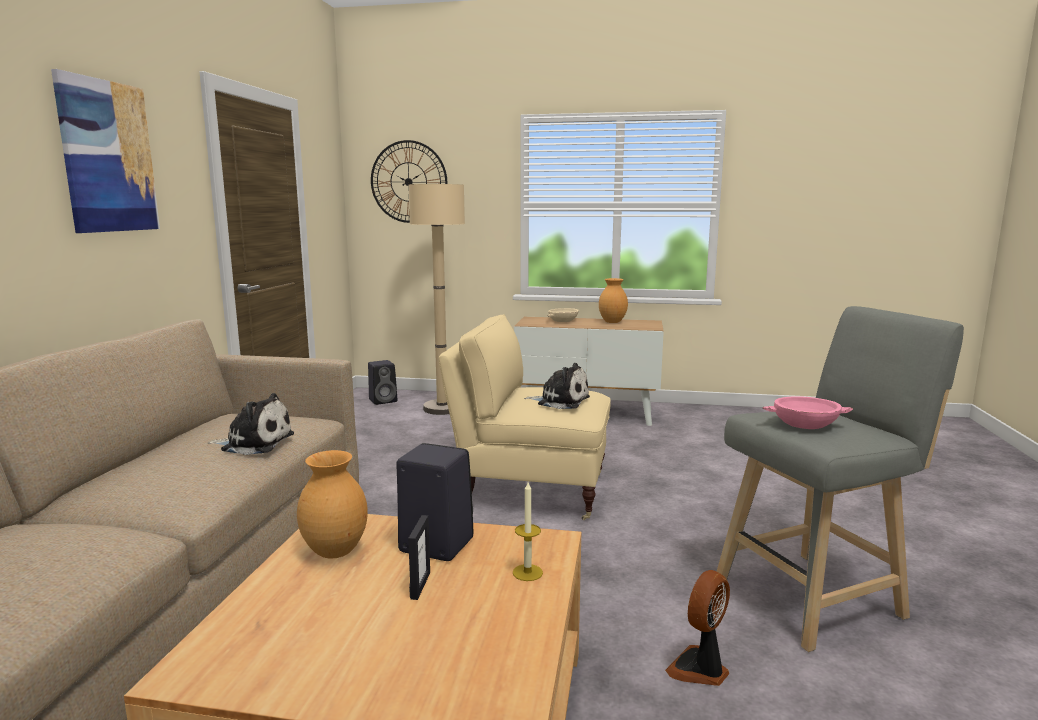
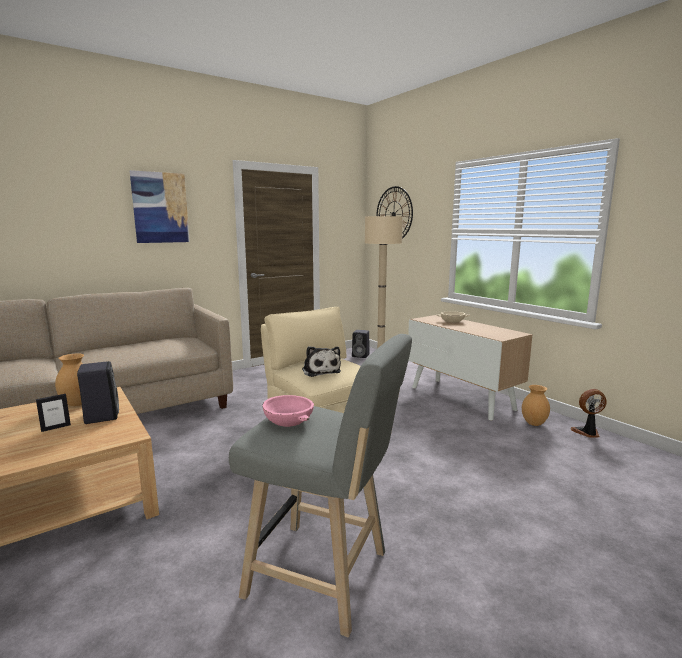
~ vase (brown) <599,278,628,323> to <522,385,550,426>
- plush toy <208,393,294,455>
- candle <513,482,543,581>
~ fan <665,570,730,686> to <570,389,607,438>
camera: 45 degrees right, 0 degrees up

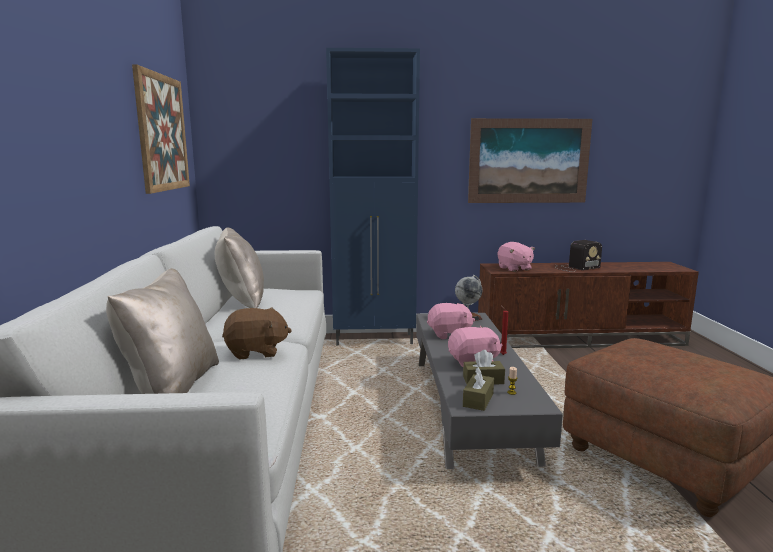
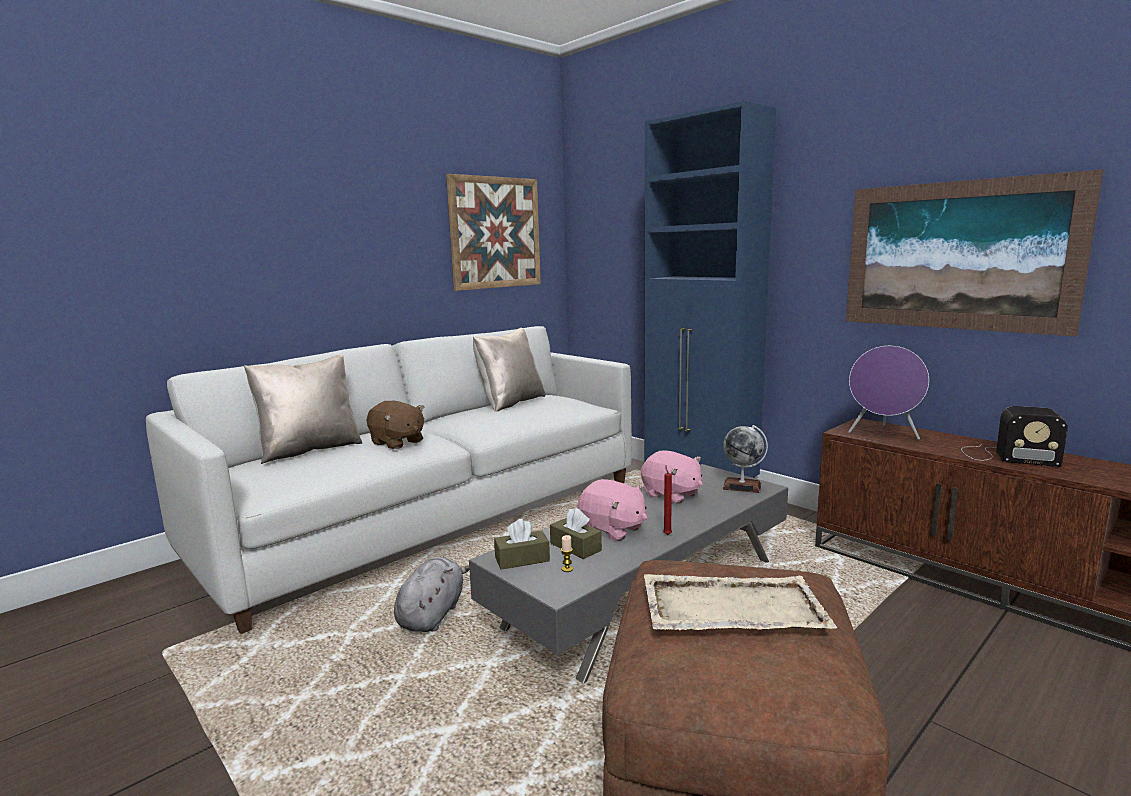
~ plush toy (pink) <498,242,535,272> to speaker (purple) <848,346,929,440>
+ plush toy (grey) <394,557,469,632>
+ tray (beige) <644,574,837,630>
camera: 50 degrees right, 0 degrees up

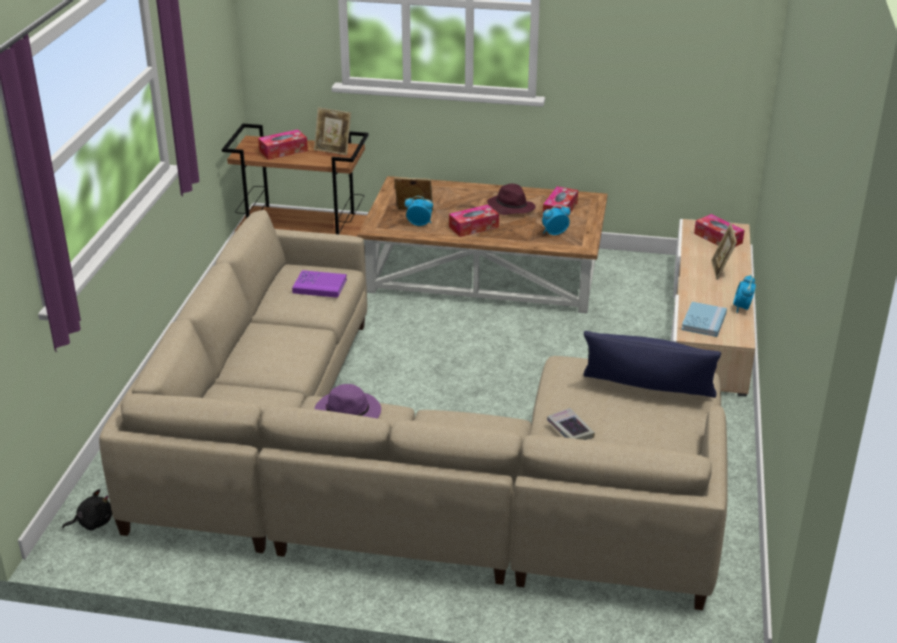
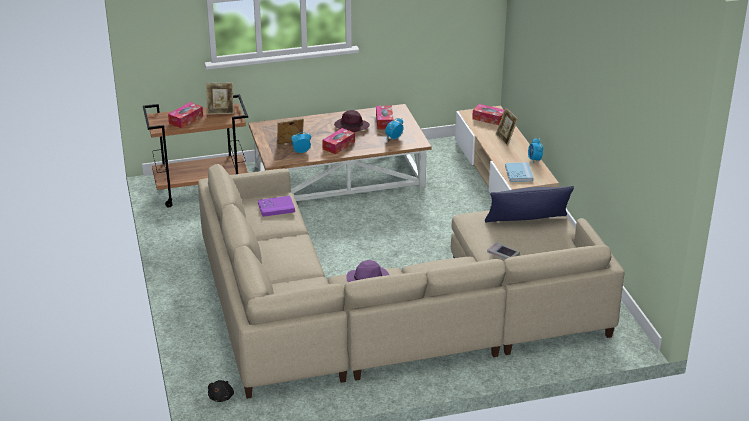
~ plush toy (black) <62,489,112,531> = <208,380,234,402> 150 degrees clockwise
camera: 25 degrees left, 0 degrees up

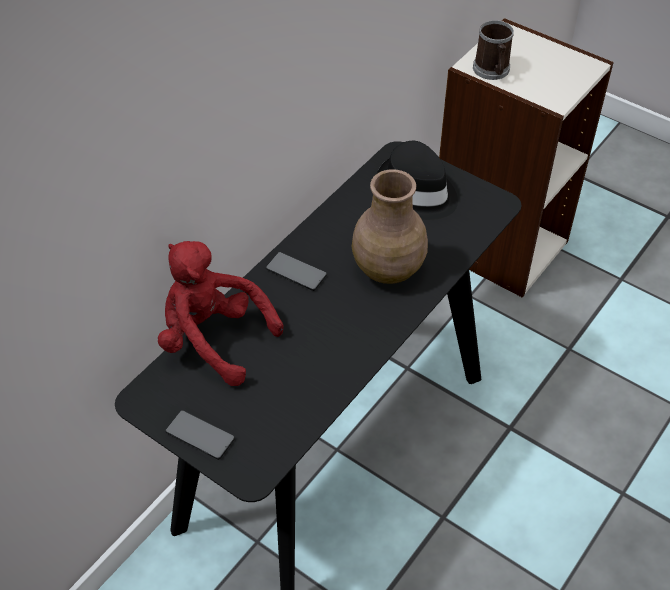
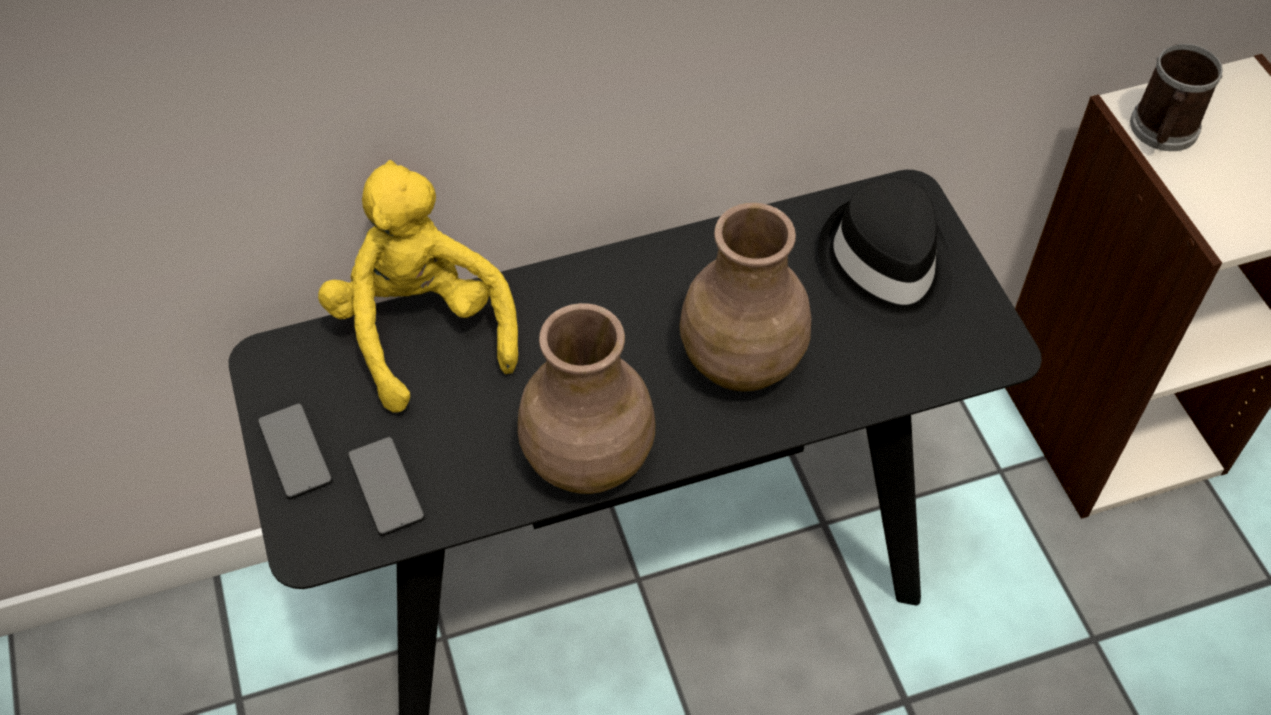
~ plush toy (red) <158,241,283,386> to plush toy (yellow) <318,160,518,413>
~ phone <266,252,327,291> to <348,437,425,536>
+ vase (brown) <518,303,655,494>
camera: 35 degrees right, 5 degrees up

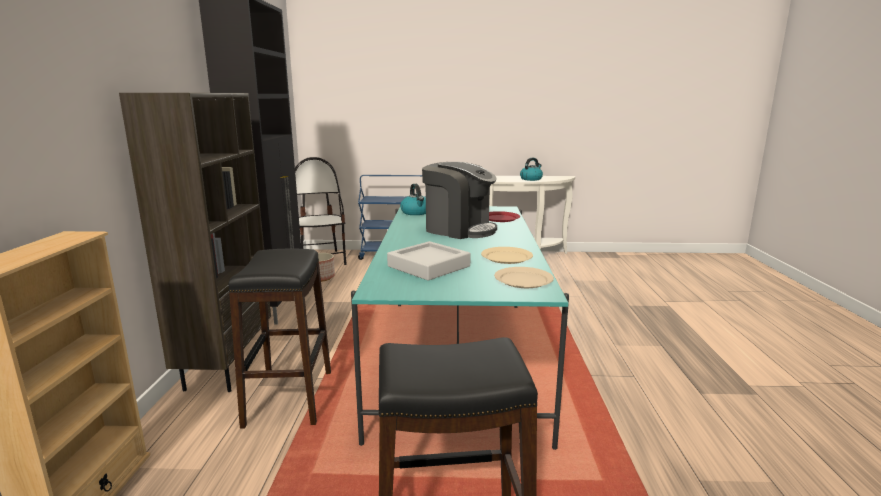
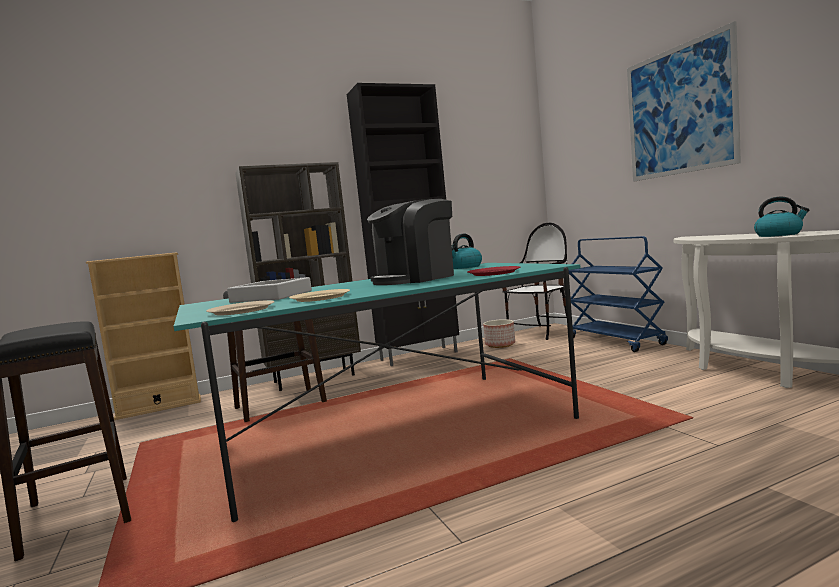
~ coffee machine <422,162,497,239> = <367,199,454,285> 45 degrees clockwise
+ picture <627,21,741,182>
camera: 65 degrees right, 10 degrees down

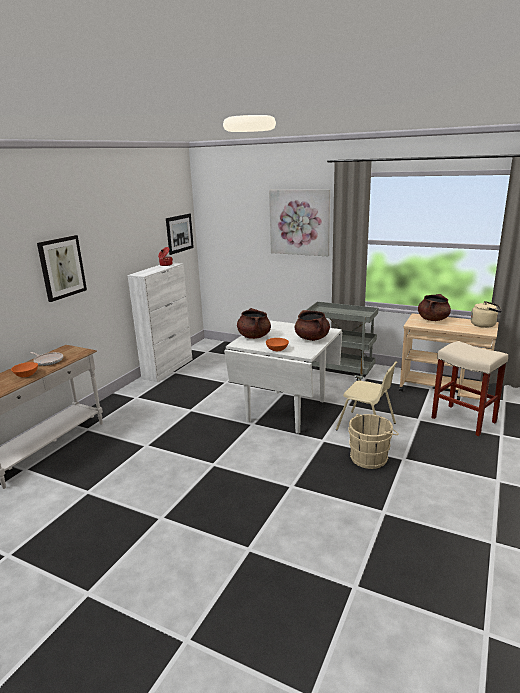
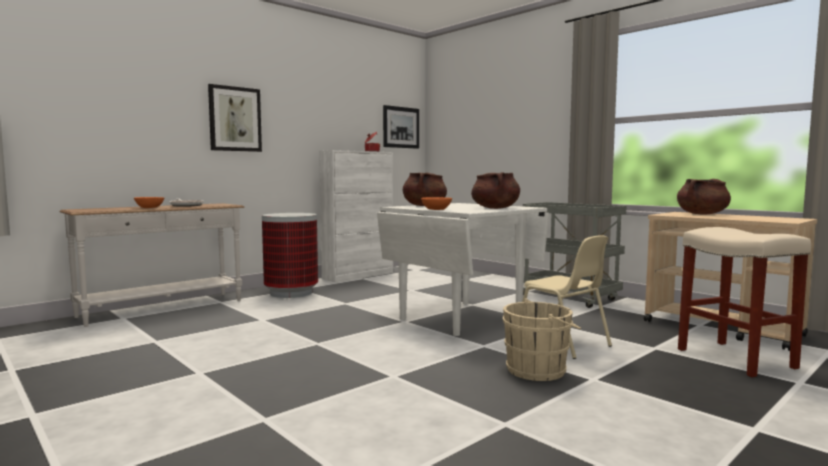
- picture <269,190,330,256>
- kettle (beige) <471,301,502,328>
+ trash can <262,213,318,298>
camera: 20 degrees right, 15 degrees down

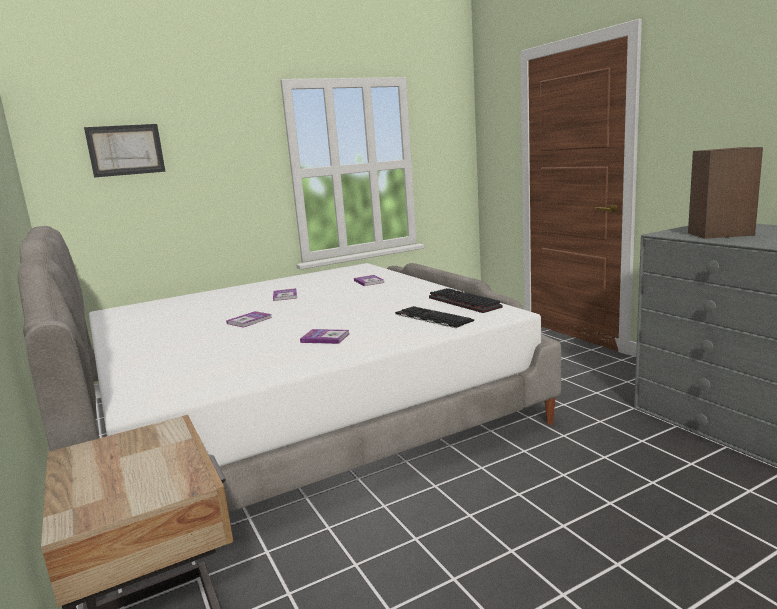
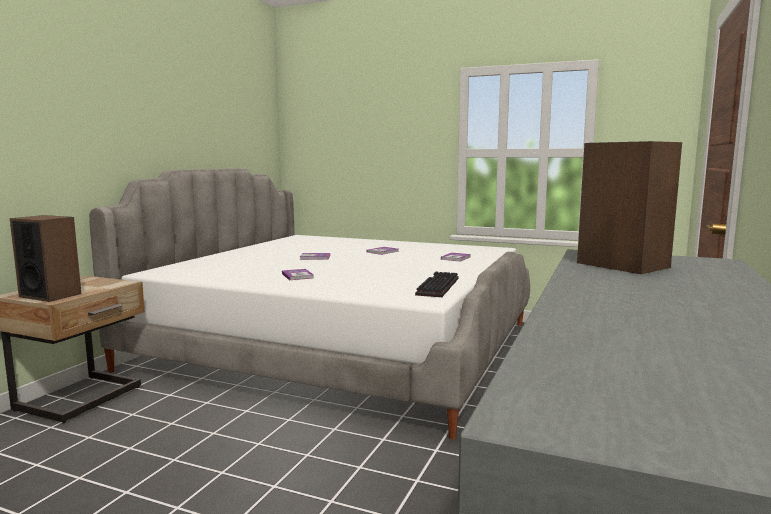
- picture <84,124,165,177>
- keyboard <395,306,474,328>
+ speaker <10,215,82,302>
camera: 50 degrees right, 5 degrees down

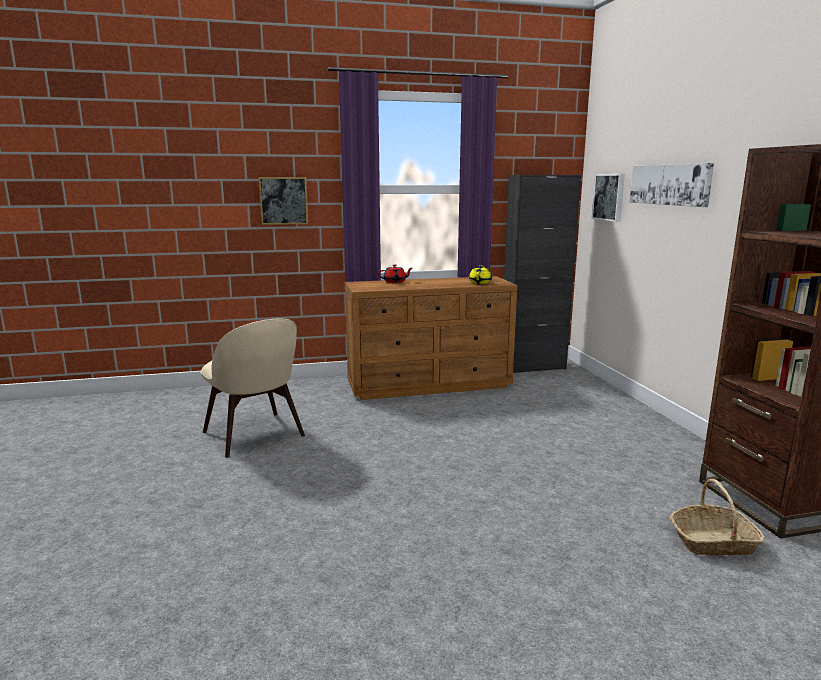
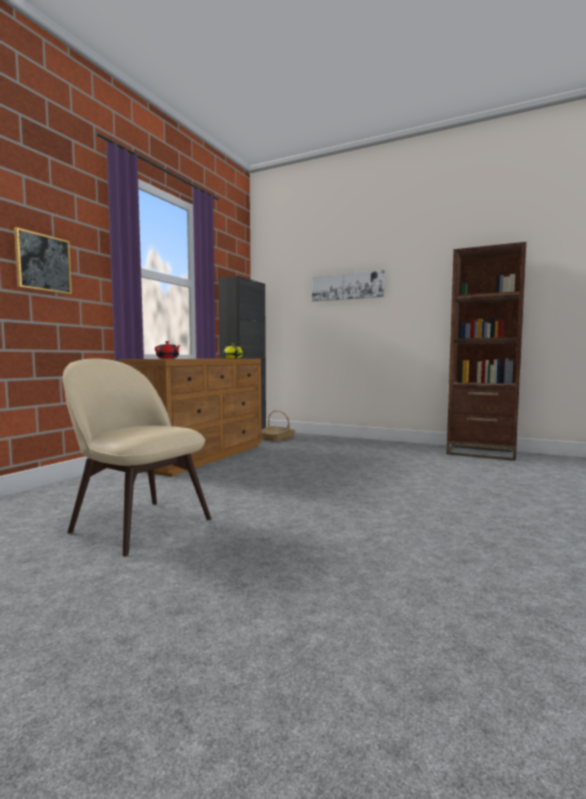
- picture <592,174,625,222>
~ chair (beige) <200,319,305,458> = <63,359,211,556> 150 degrees counterclockwise
~ basket <670,479,765,556> to <261,410,296,441>
camera: 50 degrees left, 10 degrees down

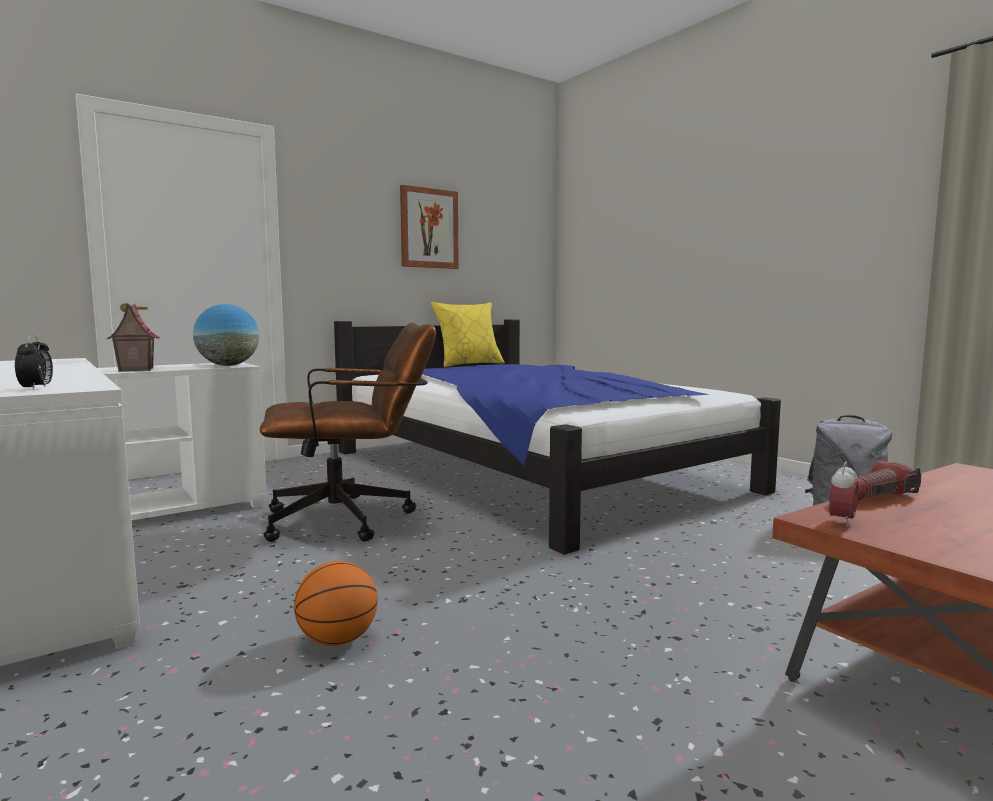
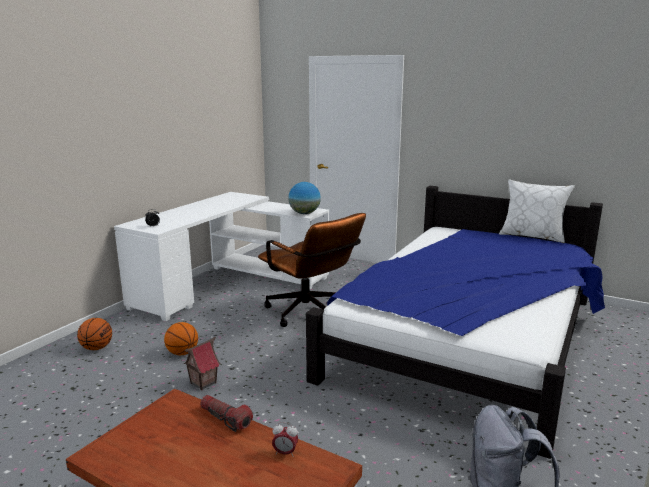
- picture <400,185,459,269>
~ pillow (yellow) <431,302,505,367> to pillow (white) <499,180,575,243>
~ toy house <106,303,160,372> to <183,337,221,390>
~ alarm clock <829,461,858,527> to <272,422,298,457>
+ basketball <77,318,112,350>
camera: 65 degrees right, 10 degrees up

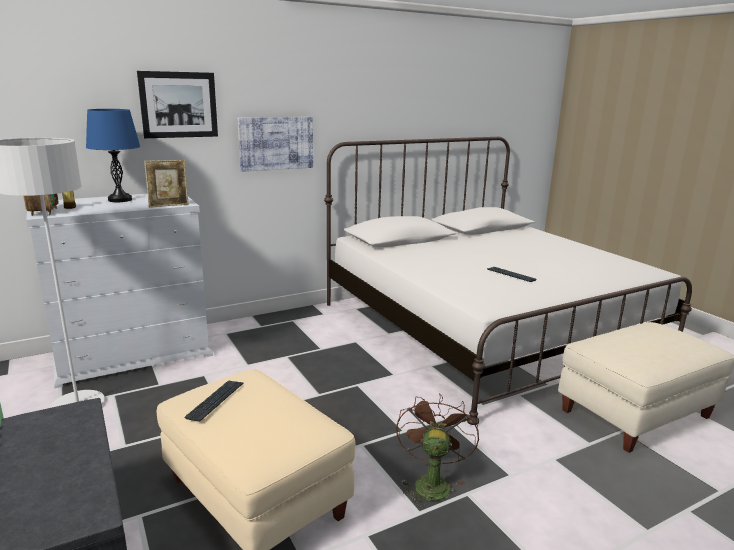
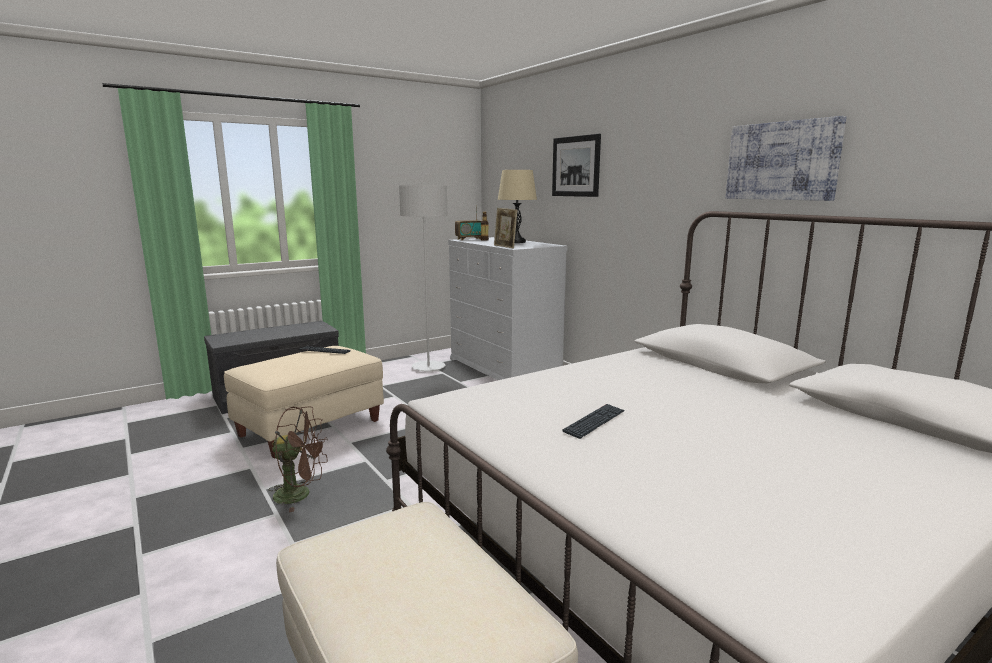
~ table lamp (blue) <86,109,140,202> to table lamp (beige) <498,170,537,243>
~ picture <238,117,313,172> to <726,116,847,201>
camera: 85 degrees right, 5 degrees down

